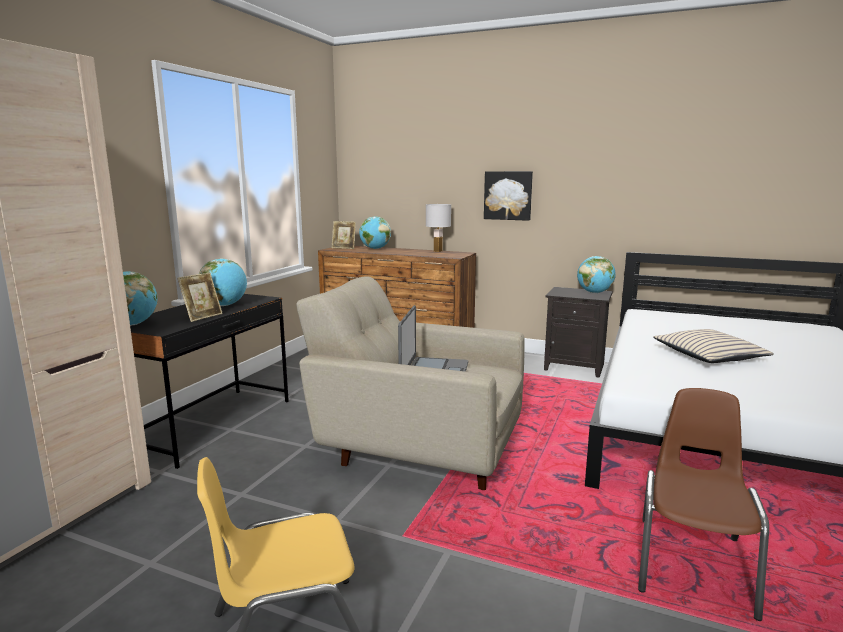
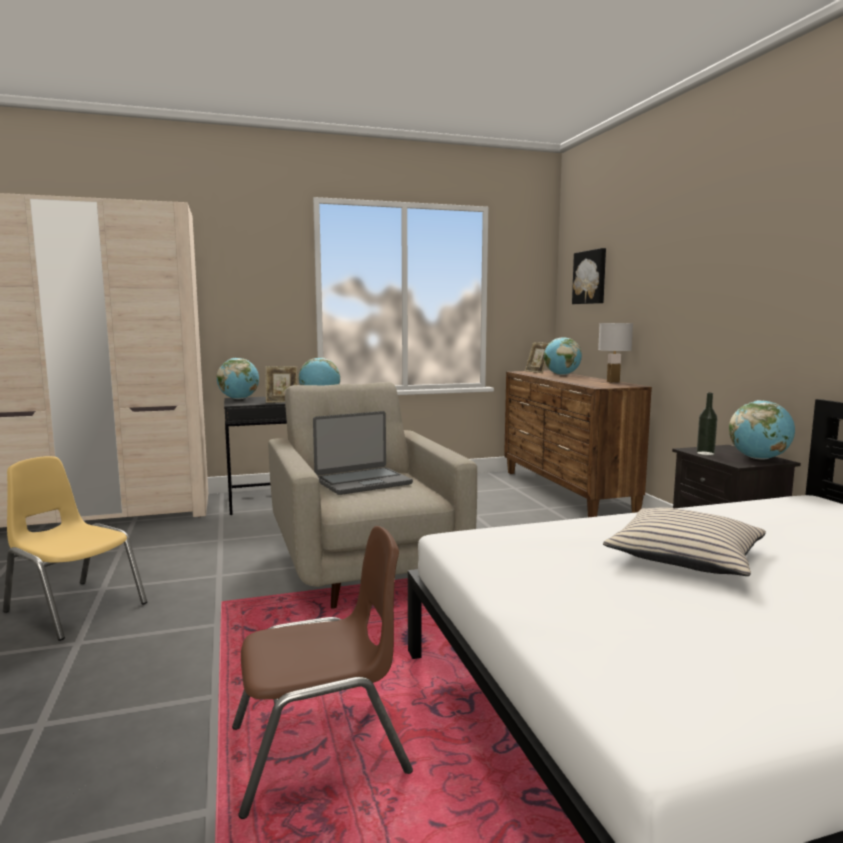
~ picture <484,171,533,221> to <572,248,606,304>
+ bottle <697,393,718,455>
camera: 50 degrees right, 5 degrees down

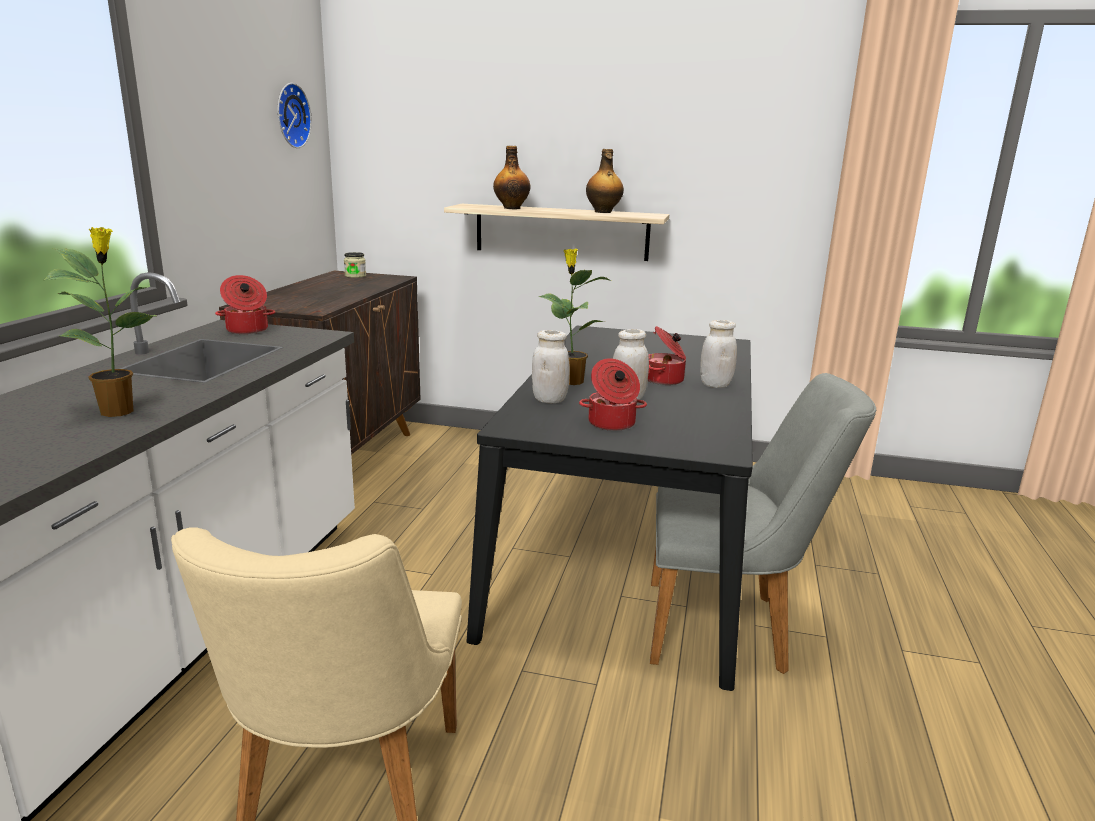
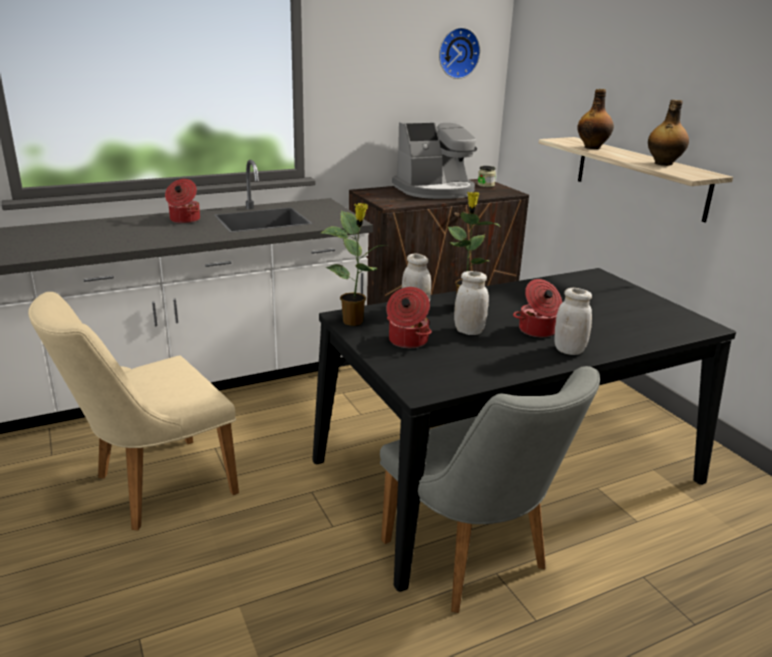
~ potted plant <44,227,157,417> to <321,203,389,326>
~ cooking pot <215,275,276,334> to <165,179,200,224>
+ coffee machine <392,121,477,199>
camera: 50 degrees right, 5 degrees up

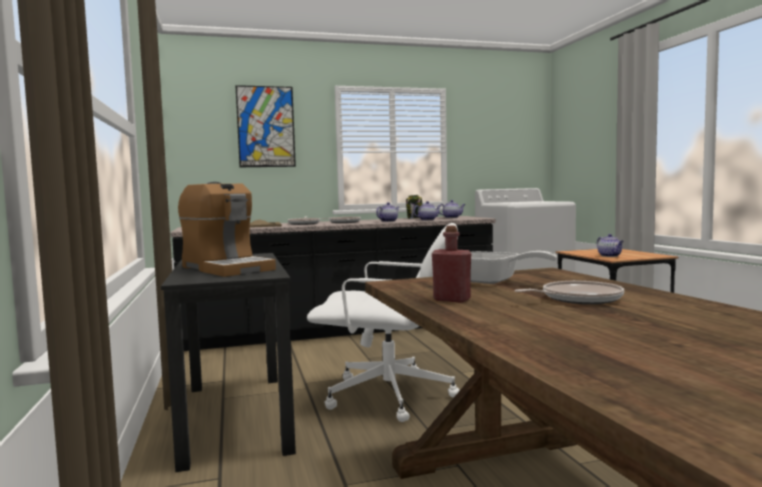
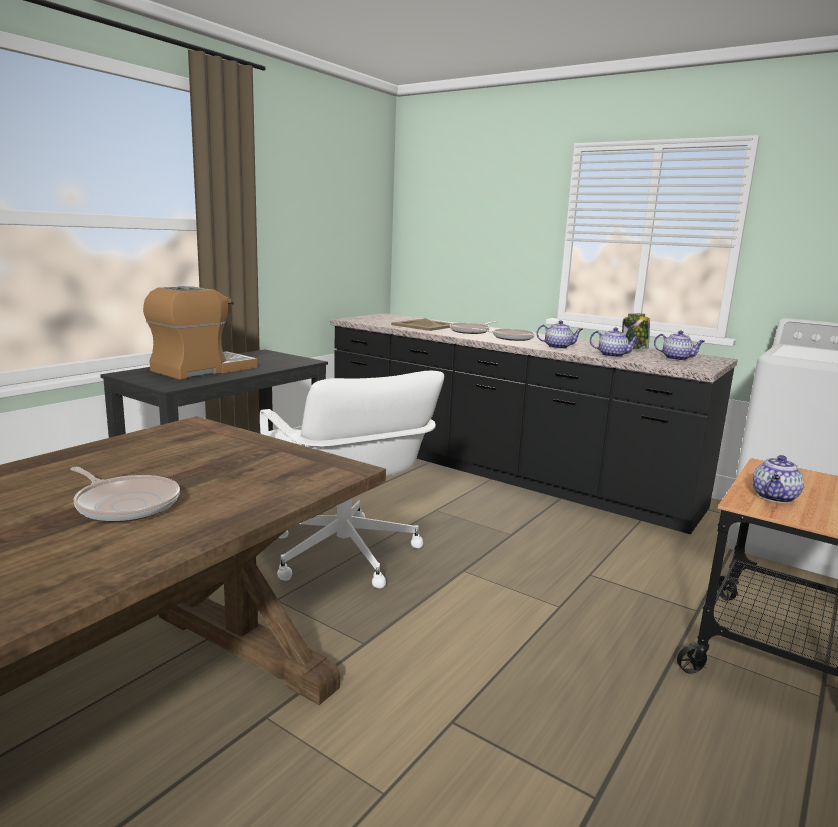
- picture <235,85,296,167>
~ coffee machine <178,182,276,277> = <143,286,258,380> 150 degrees counterclockwise
- bottle (red) <432,226,471,303>
- frying pan <470,251,557,284>
camera: 50 degrees right, 10 degrees up

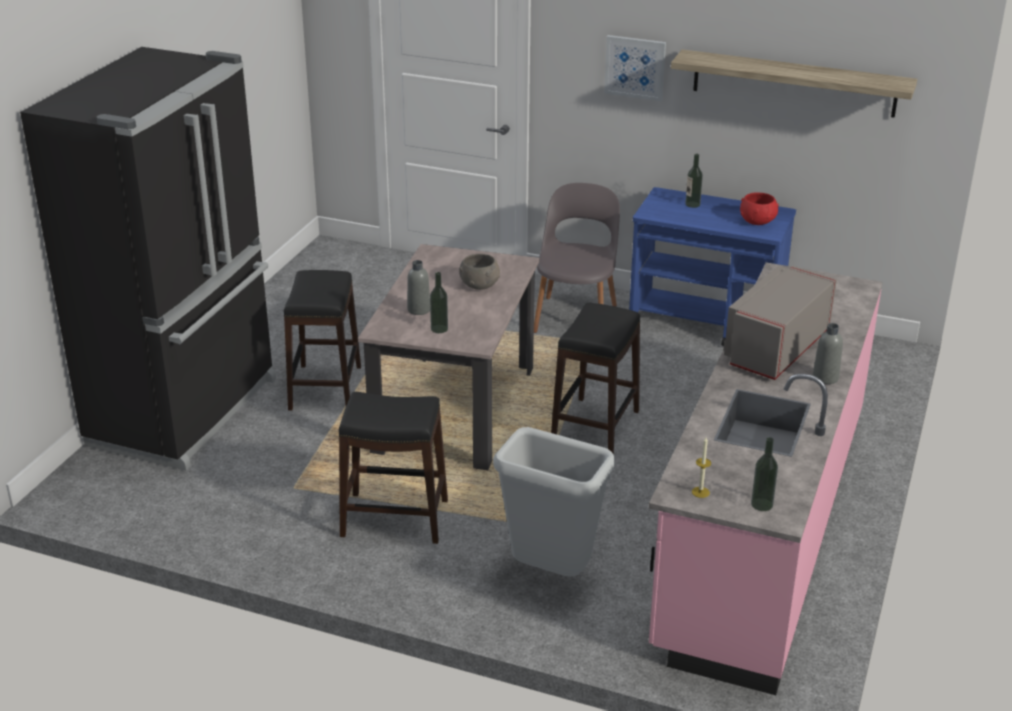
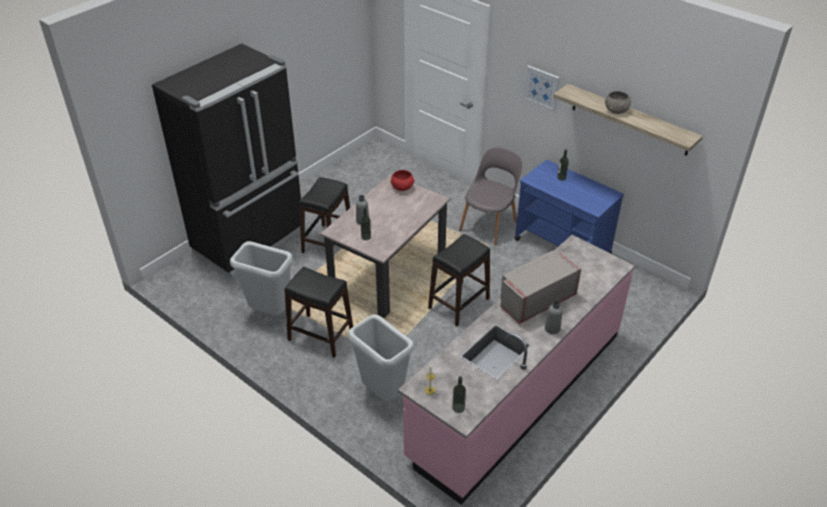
~ bowl (red) <740,192,779,225> to <390,170,415,191>
~ bowl (grey) <459,254,500,290> to <605,91,631,114>
+ trash can (grey) <230,241,293,315>
camera: 20 degrees right, 10 degrees up

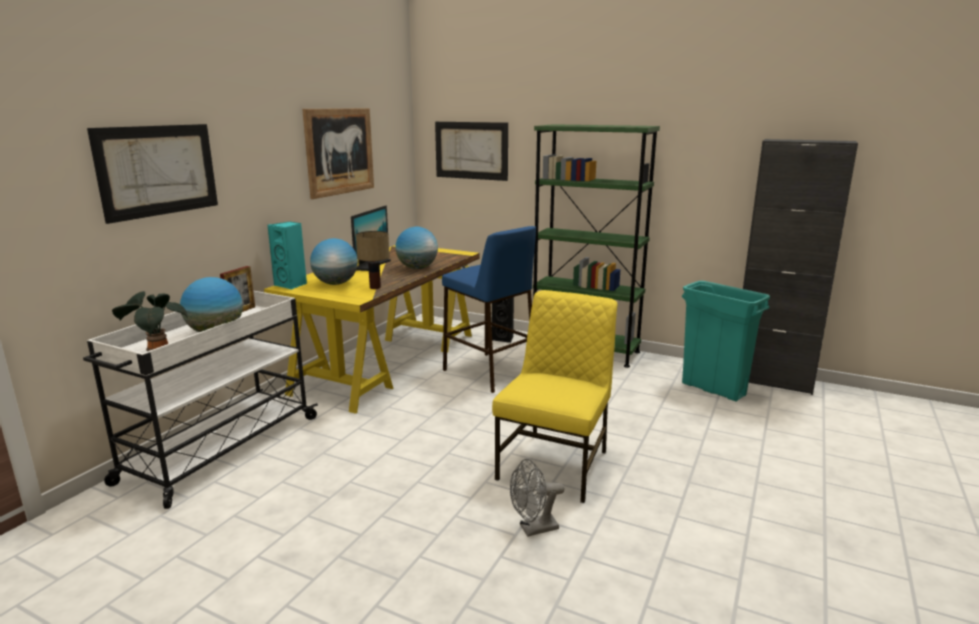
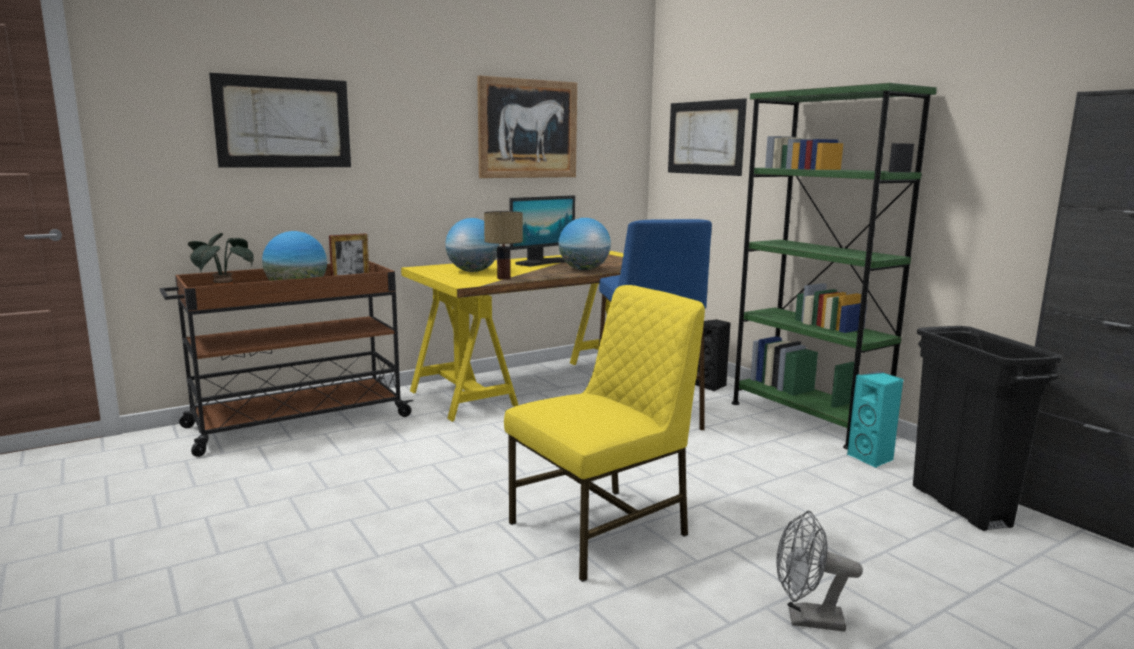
~ speaker (turquoise) <267,222,307,289> to <847,373,903,468>
~ trash can (turquoise) <682,281,770,402> to trash can (black) <913,326,1062,531>
~ cart (white) <83,291,318,509> to cart (brown) <160,261,413,457>
~ fan (grey) <510,459,565,537> to <776,511,863,631>
camera: 30 degrees right, 5 degrees down

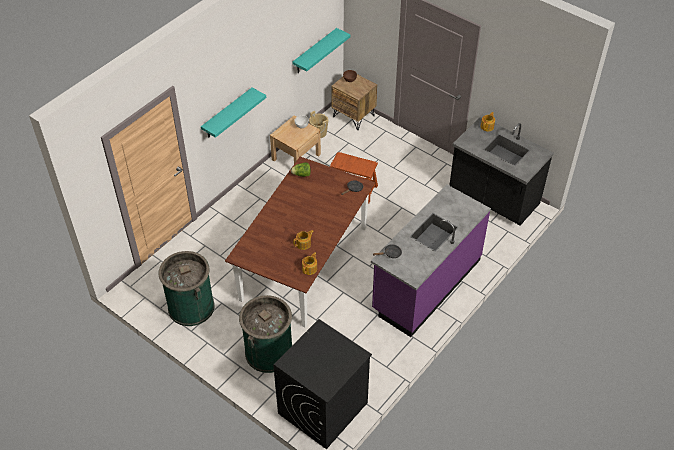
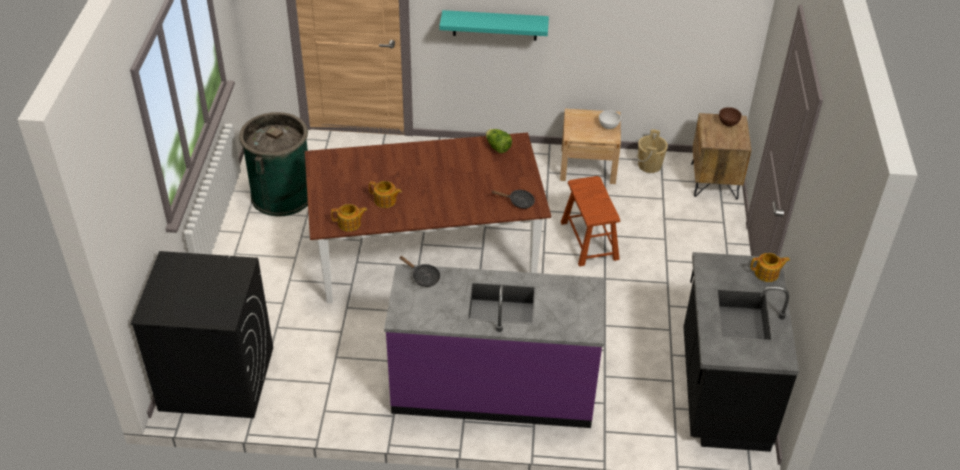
- shelf (turquoise) <293,28,350,73>
- trash can (green) <239,295,292,373>
camera: 55 degrees right, 5 degrees down

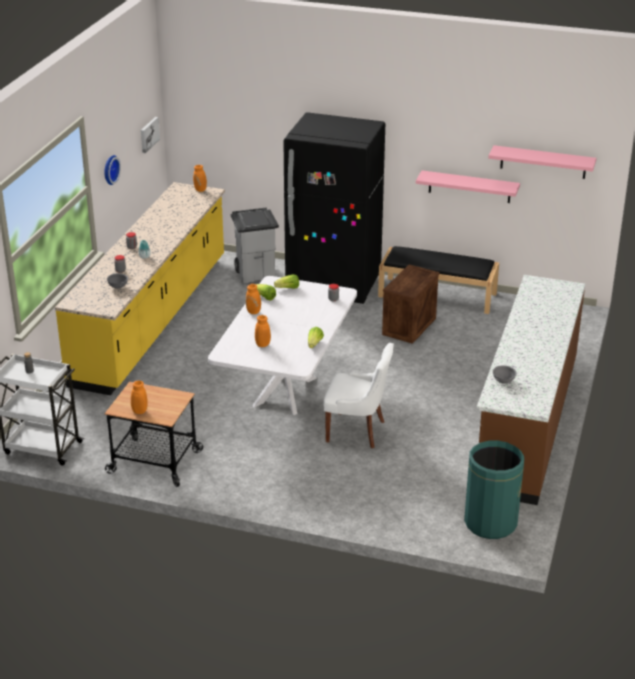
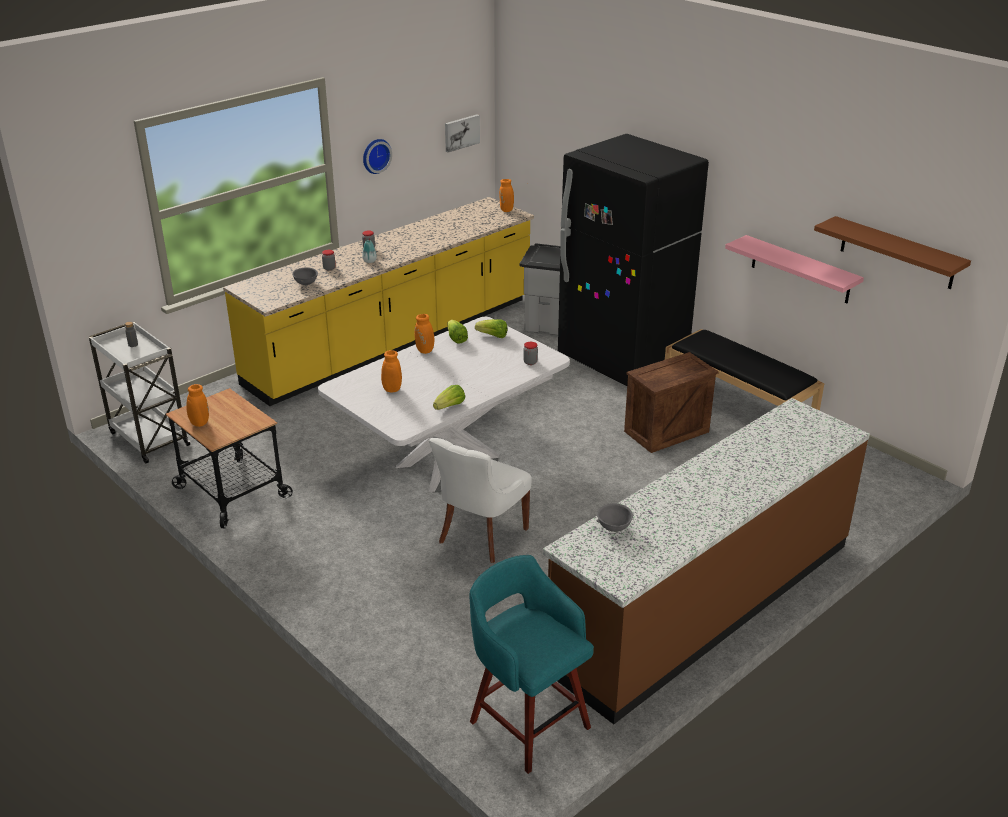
~ shelf (pink) <488,145,596,179> to shelf (brown) <814,216,971,289>
~ chair (white) <323,343,394,448> = <429,438,532,563> 75 degrees clockwise
~ trash can (green) <464,440,524,539> to stool (turquoise) <470,555,594,774>
camera: 30 degrees right, 0 degrees up

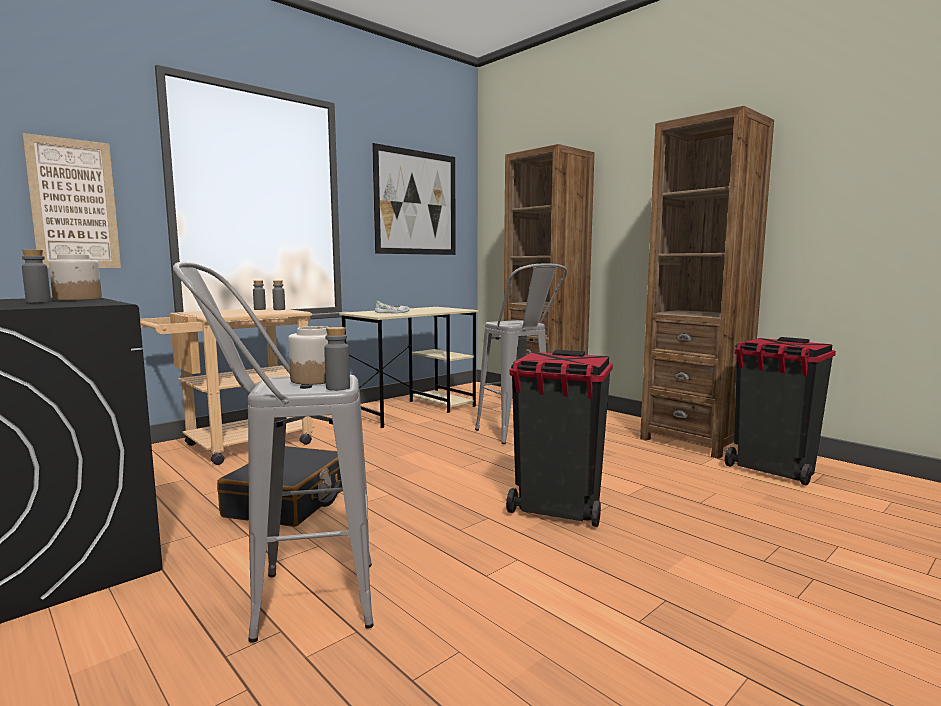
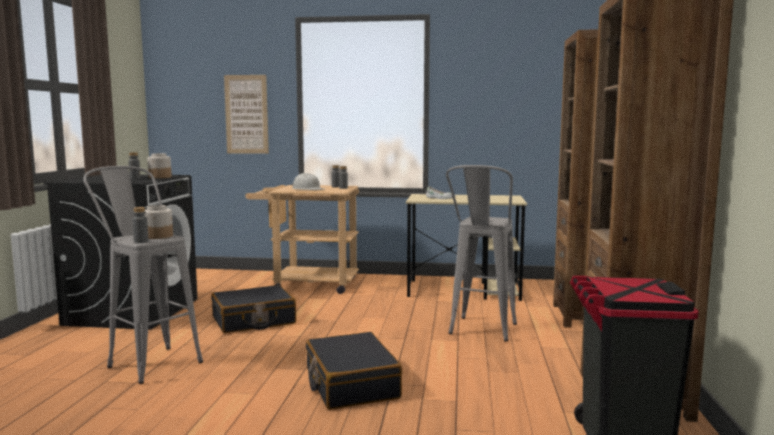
- picture <372,143,456,255>
~ trash can (black) <506,350,613,527> to suitcase (black) <306,332,402,410>
+ hard hat (white) <292,173,324,190>
camera: 50 degrees right, 0 degrees up

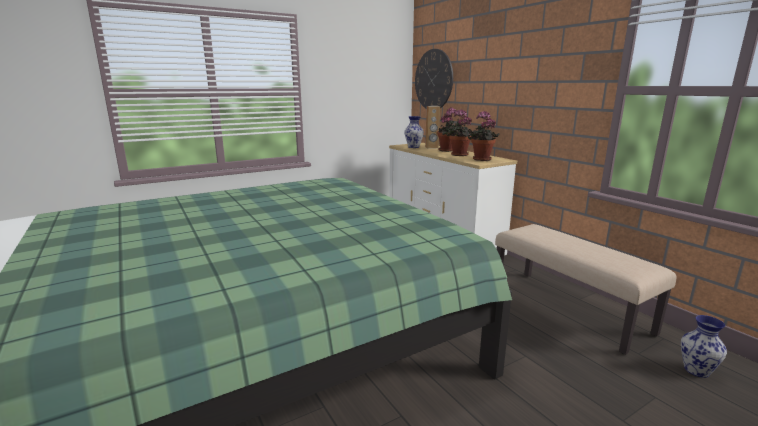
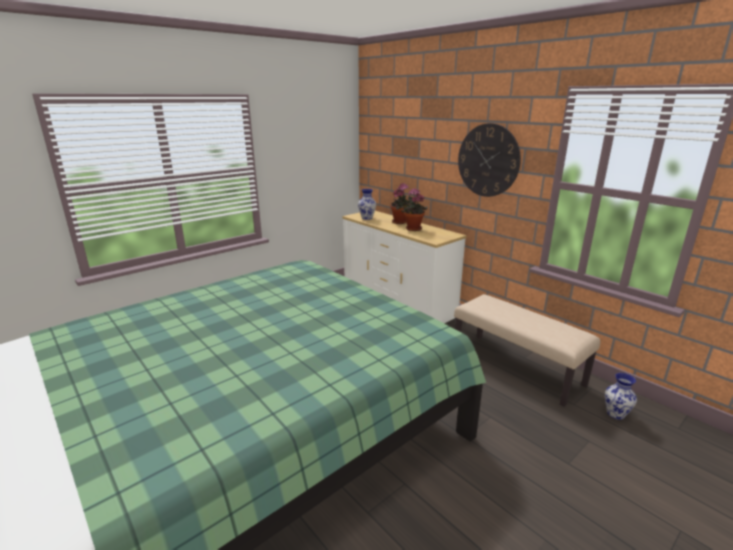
~ wall clock <415,49,453,109> to <458,123,521,197>
- speaker (brown) <425,106,440,149>
- potted plant <468,111,500,161>
camera: 10 degrees left, 5 degrees up

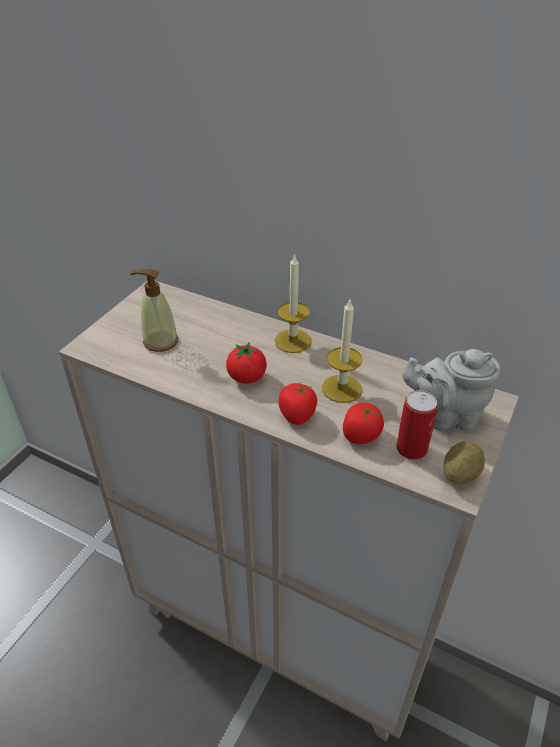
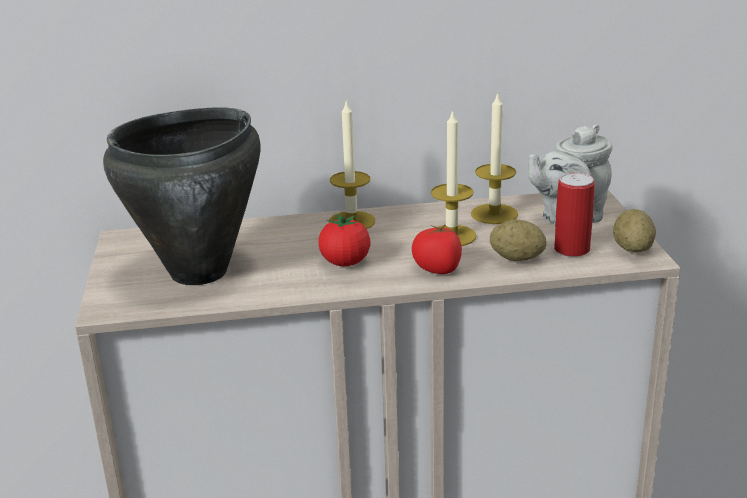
~ soap dispenser <130,269,178,352> to cooking pot (black) <103,107,261,285>
~ tomato <343,402,384,444> to potato <490,219,547,261>
+ candle <471,92,518,224>
camera: 35 degrees left, 15 degrees down

